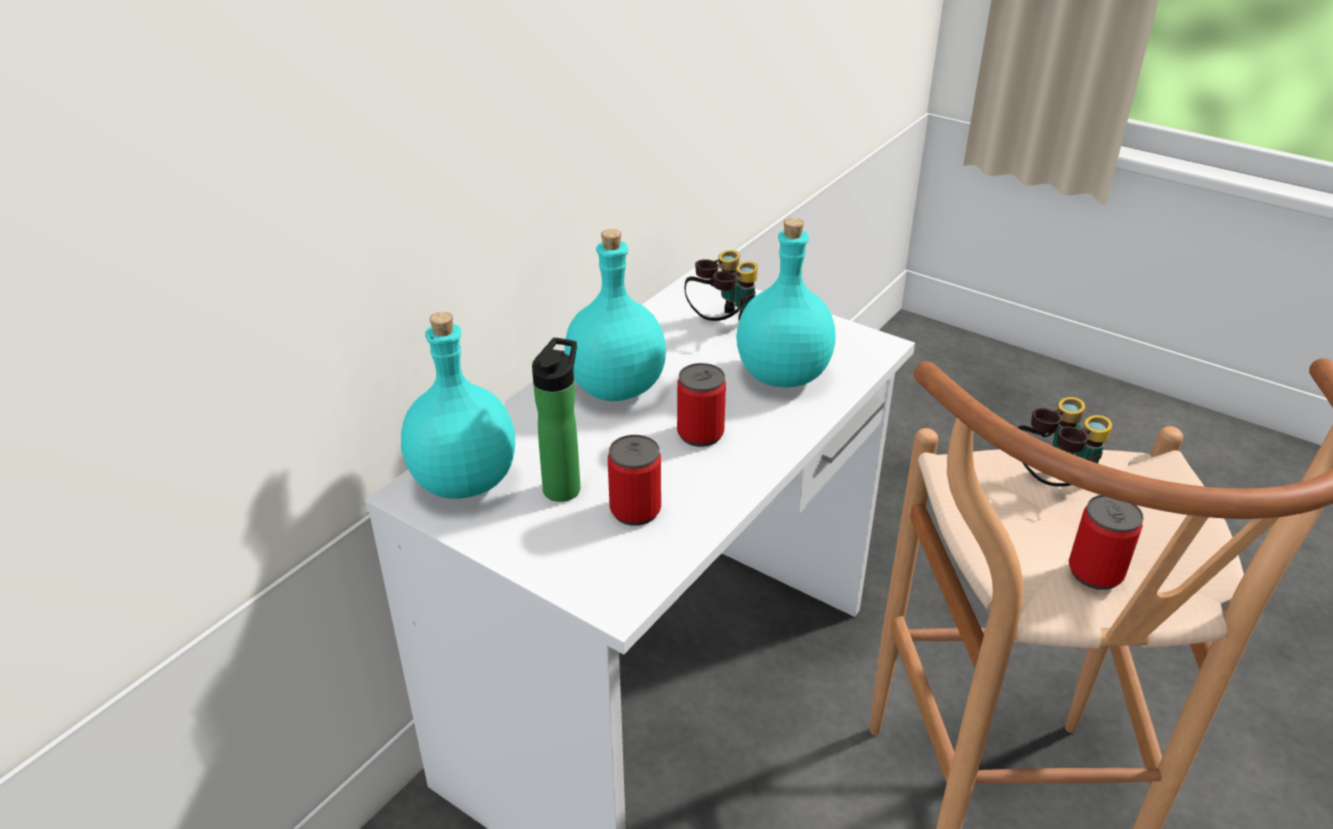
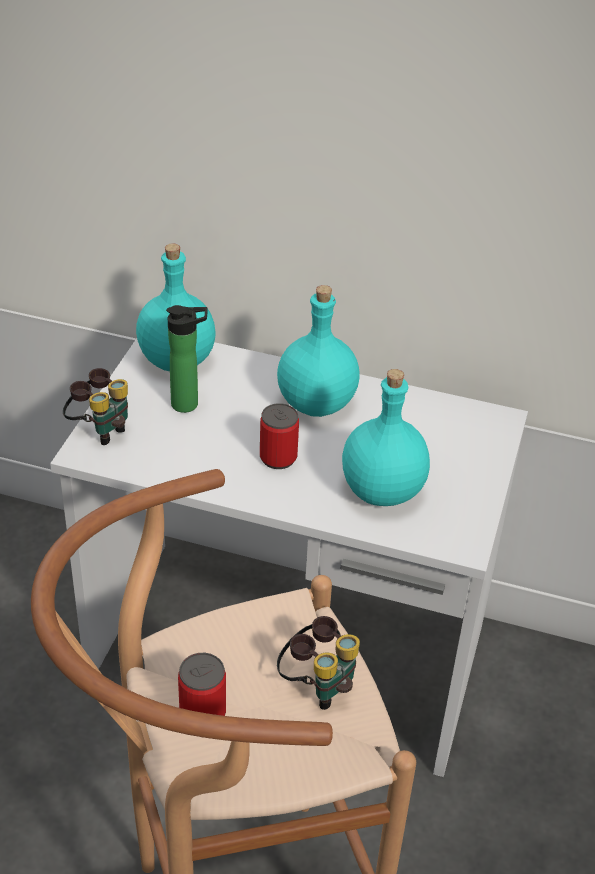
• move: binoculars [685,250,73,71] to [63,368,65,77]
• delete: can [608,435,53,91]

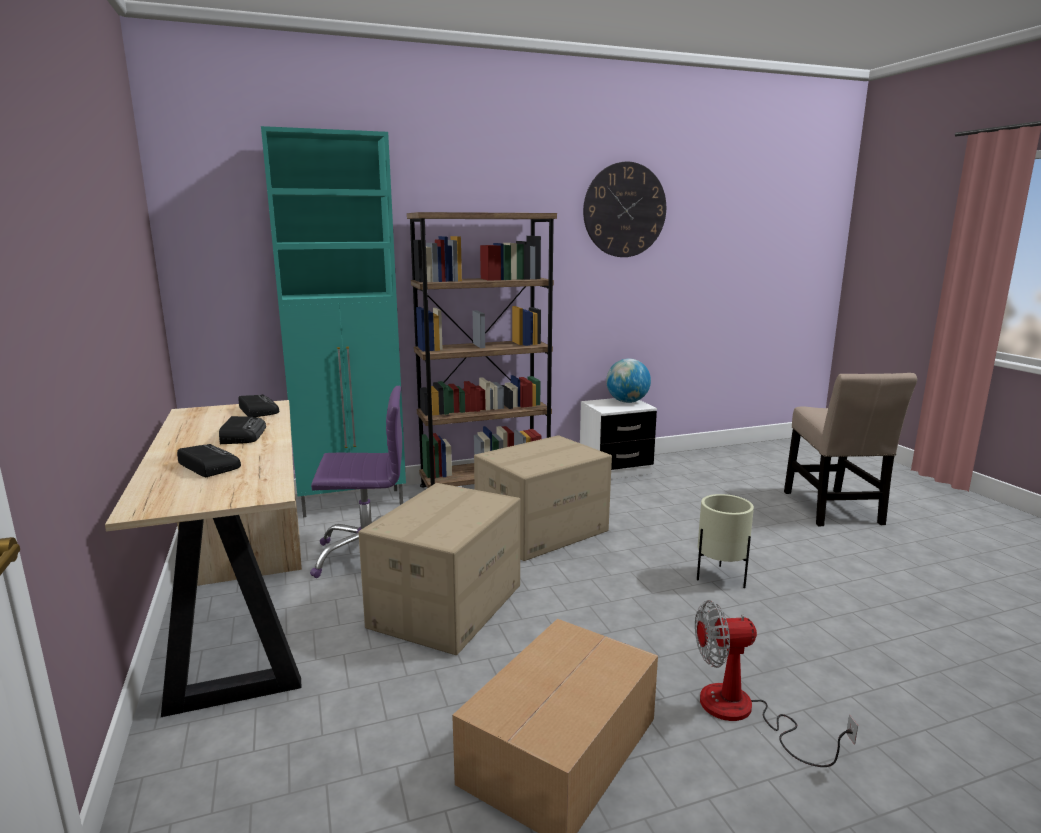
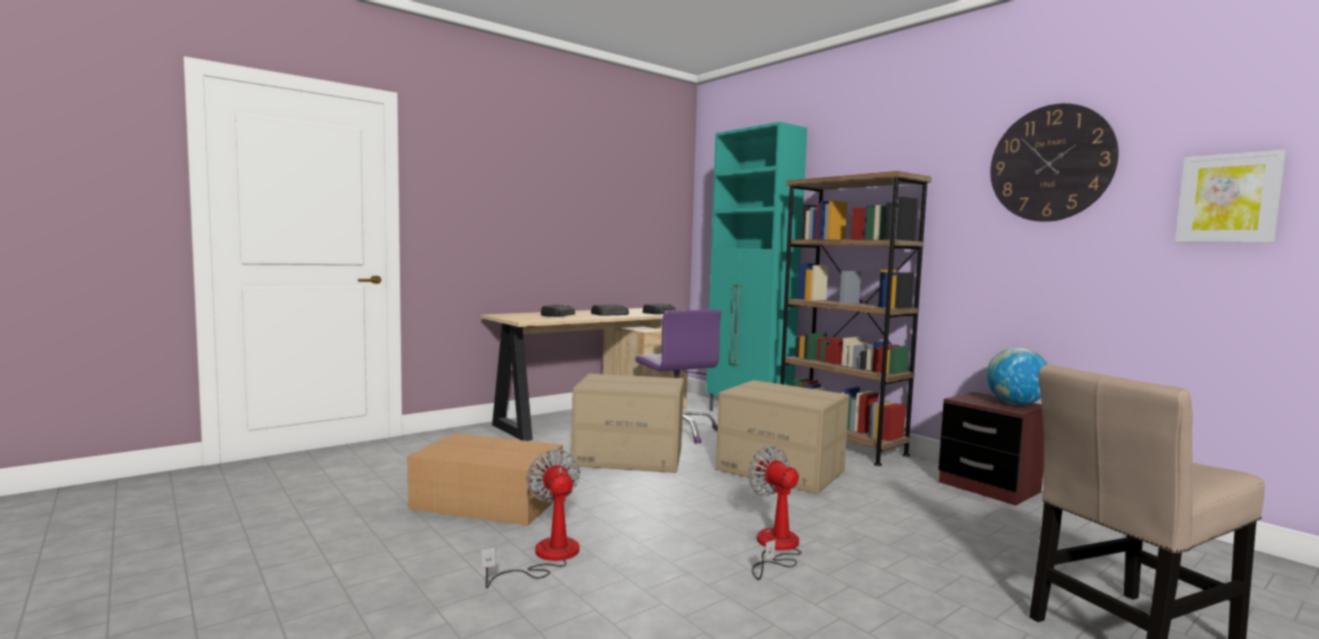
• recolor: white nightstand [580,398,77,81] to brown nightstand [938,392,106,114]
• replace: beige planter [697,494,57,94] to fan [749,445,53,135]
• insert: picture [1175,150,111,93]

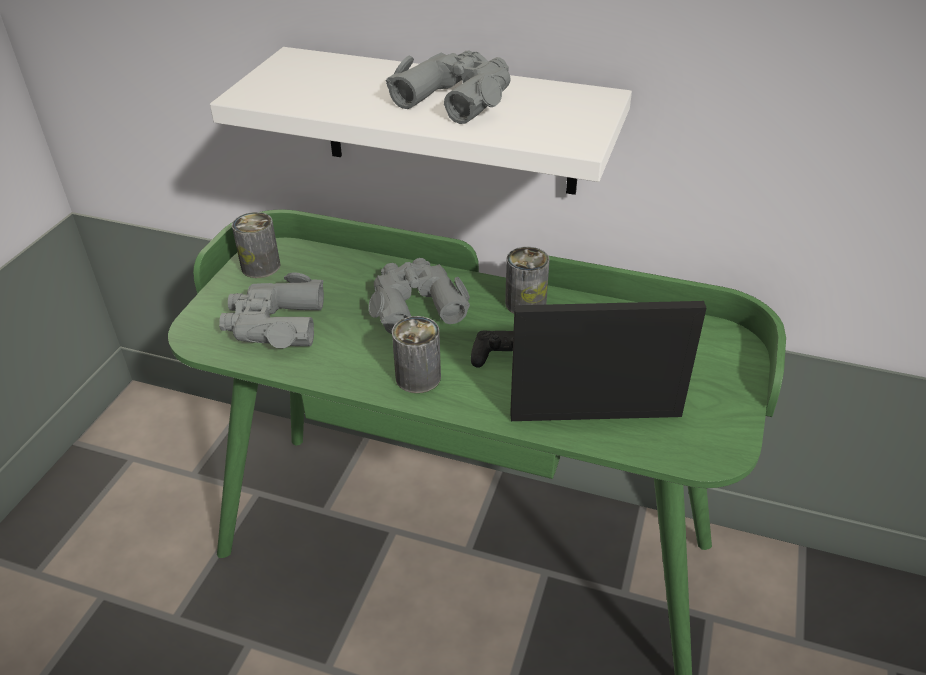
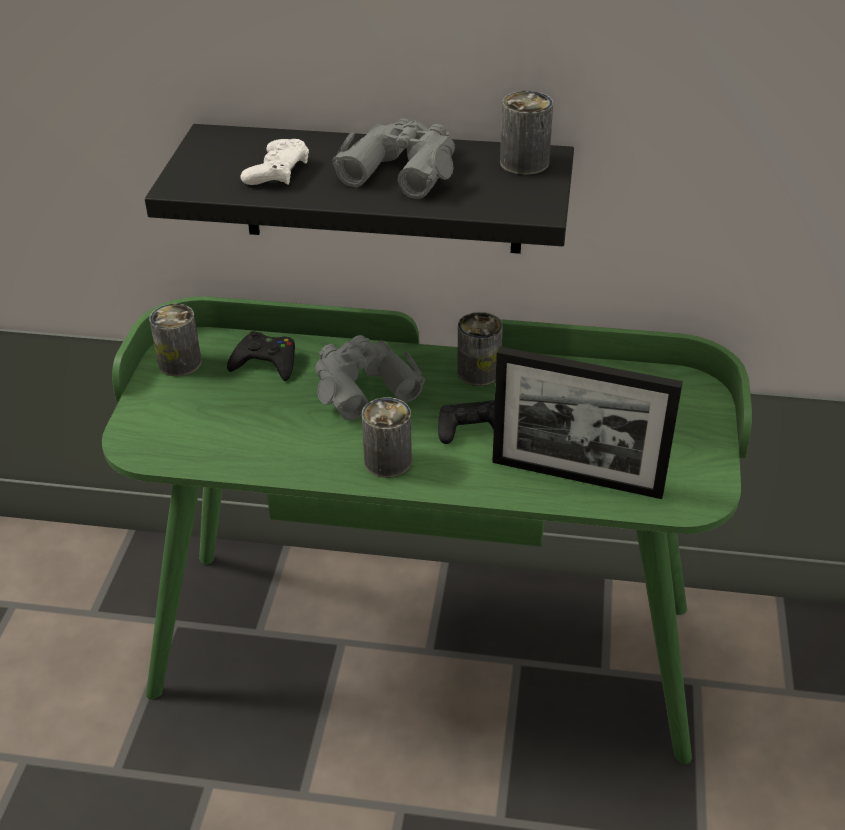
• recolor: white shelf [210,47,422,148] to black shelf [145,124,429,130]
• delete: grey binoculars [219,272,105,76]
• rotate: picture frame [510,301,197,120] = [492,347,191,152] 150 degrees counterclockwise
• insert: can [500,91,53,84]
• insert: white game controller [240,139,69,46]
• insert: black game controller [227,331,68,50]

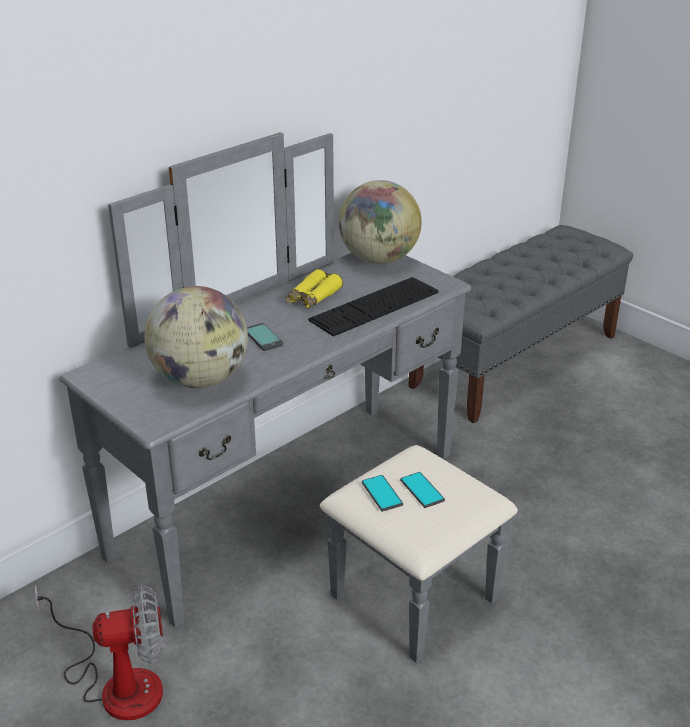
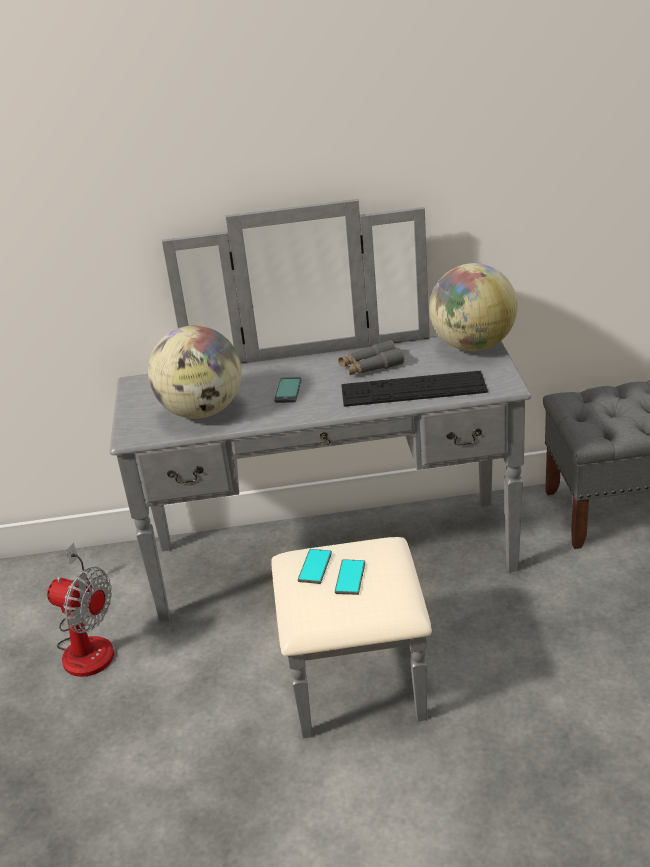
• recolor: yellow binoculars [285,269,58,40] to grey binoculars [338,340,66,35]

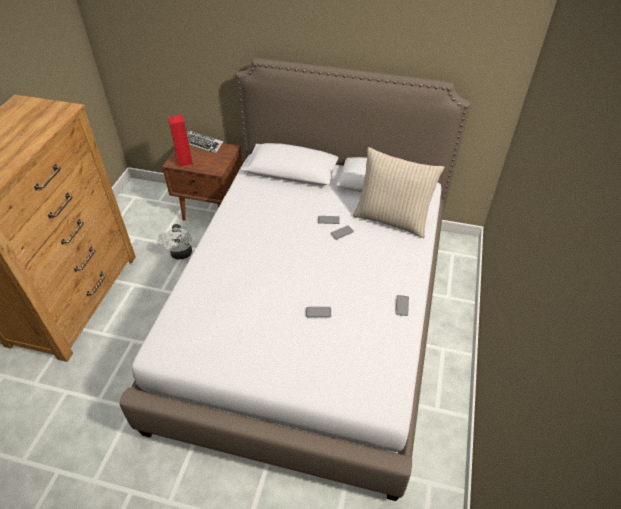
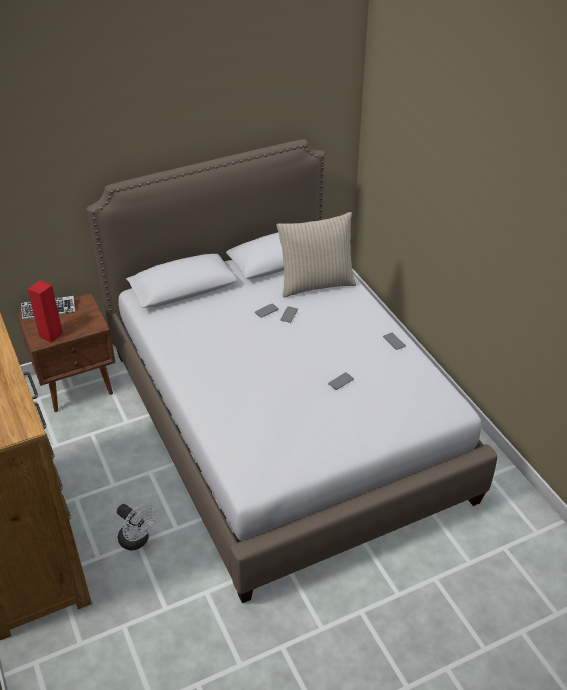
• move: white fan [162,224,30,35] to [117,504,39,47]

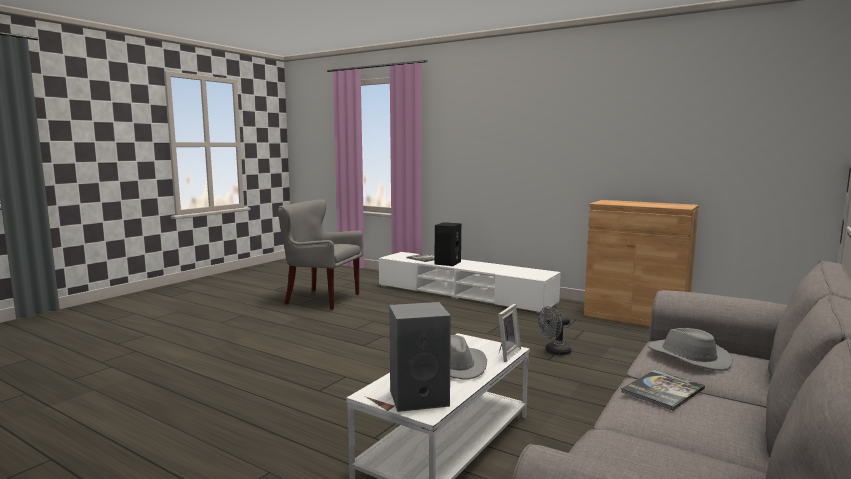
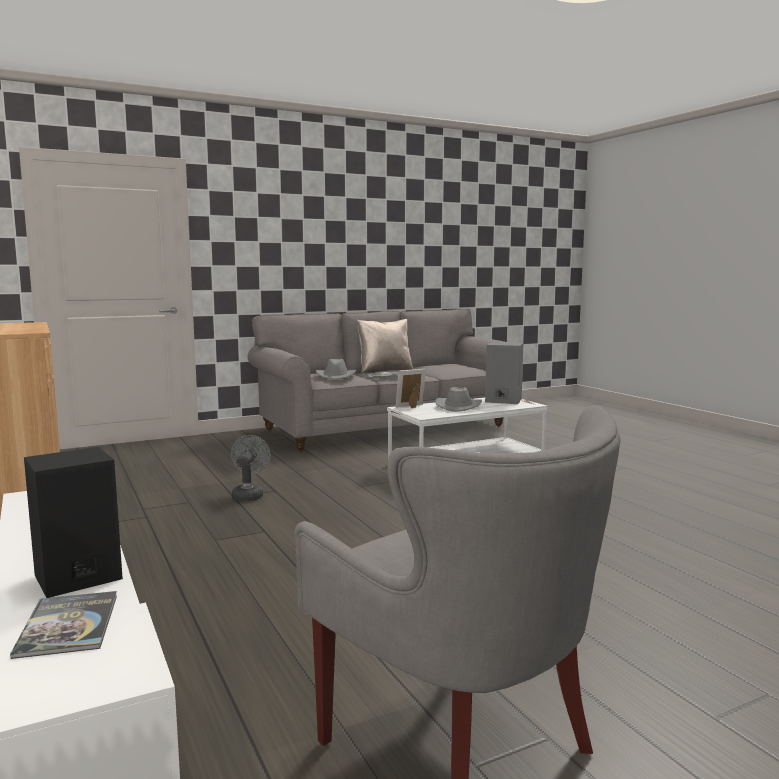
• rotate: grey fan [538,306,34,49] = [231,435,40,66] 90 degrees counterclockwise
• insert: beige pillow [357,319,56,54]

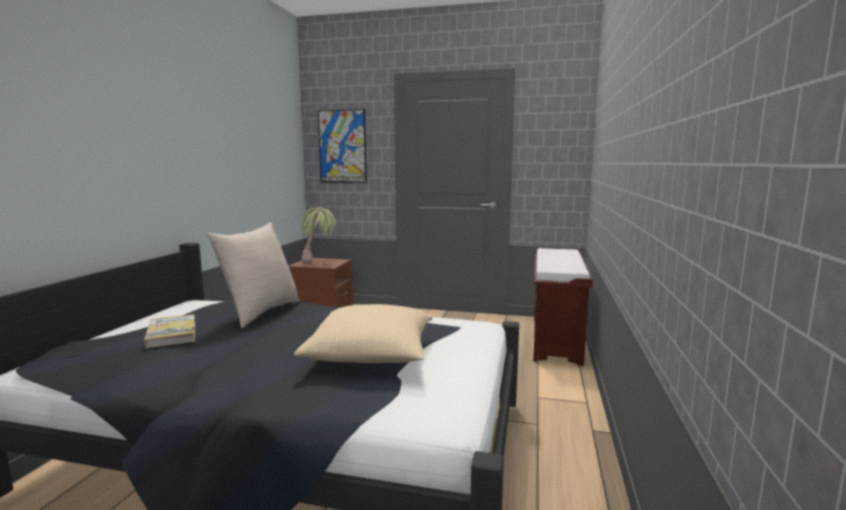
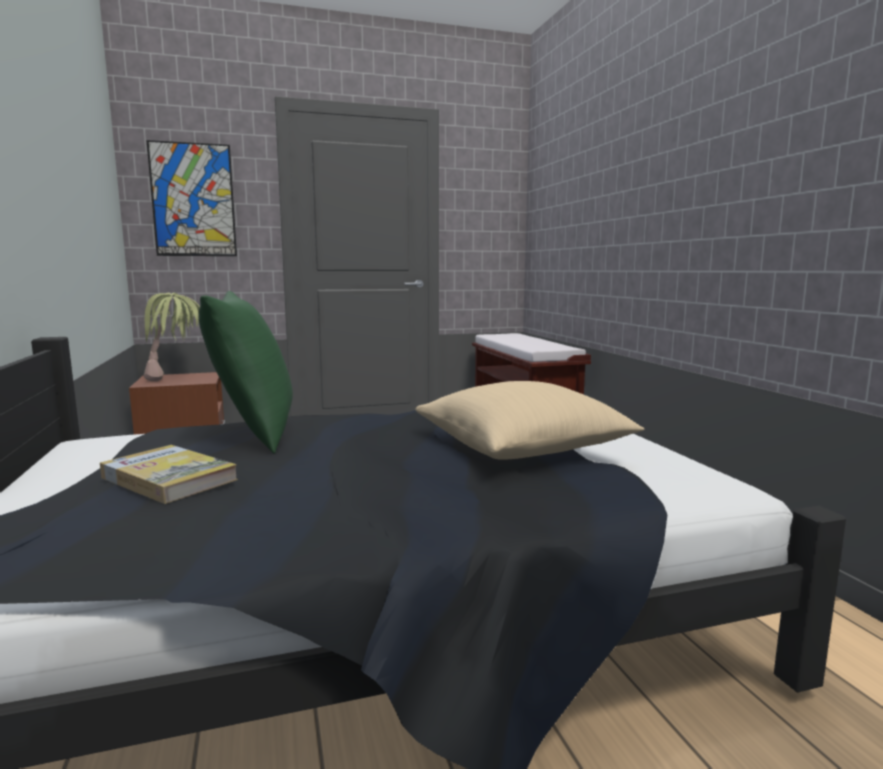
• recolor: beige pillow [207,222,93,106] to green pillow [199,291,94,162]

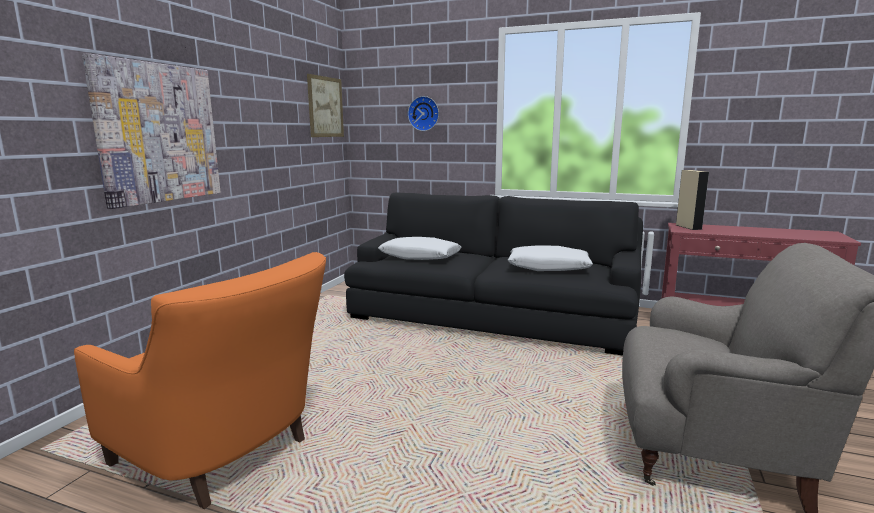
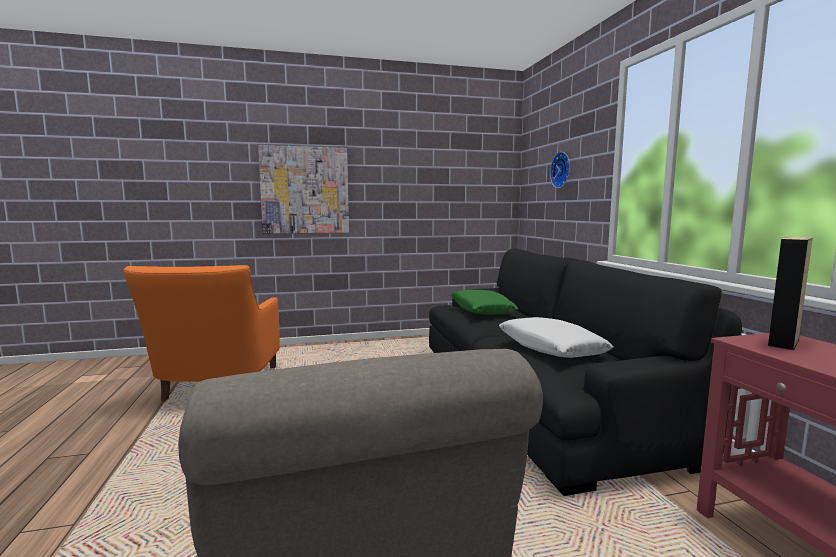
• delete: picture [307,74,37,63]
• recolor: white pillow [378,237,84,23] to green pillow [451,290,67,24]

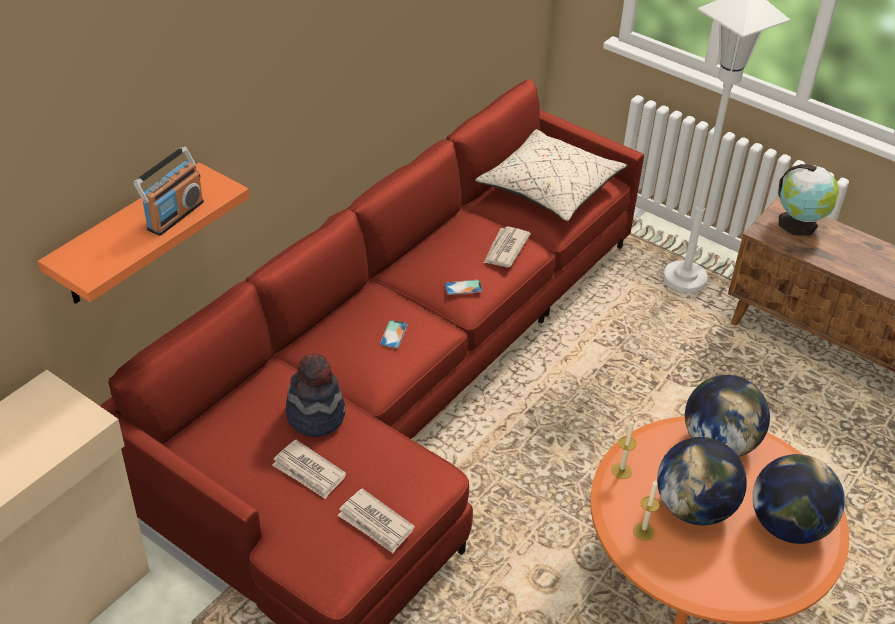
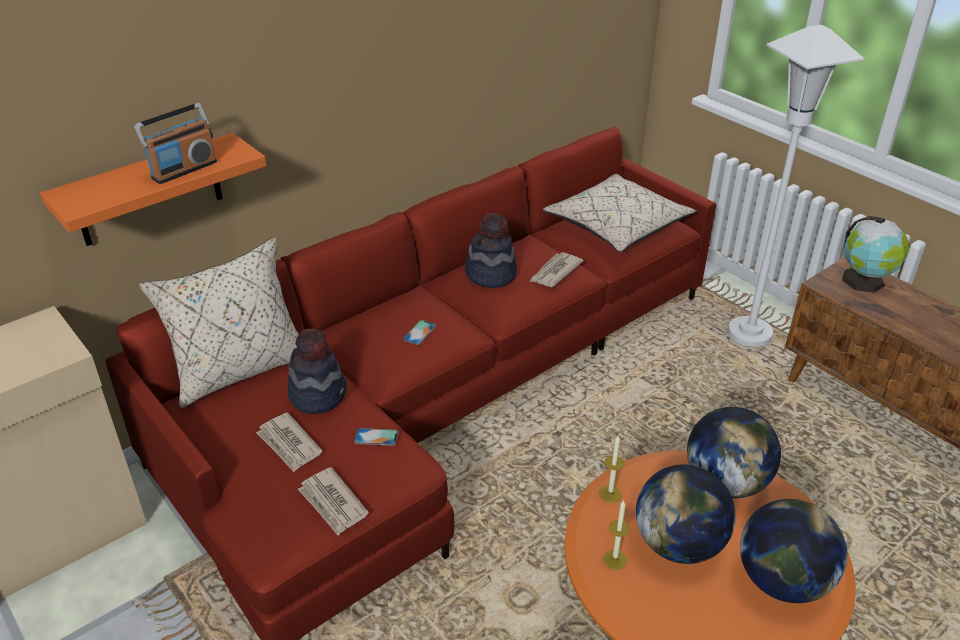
• move: phone [445,280,38,15] to [354,428,45,18]
• insert: hat [465,213,52,75]
• insert: beige pillow [139,237,159,171]

